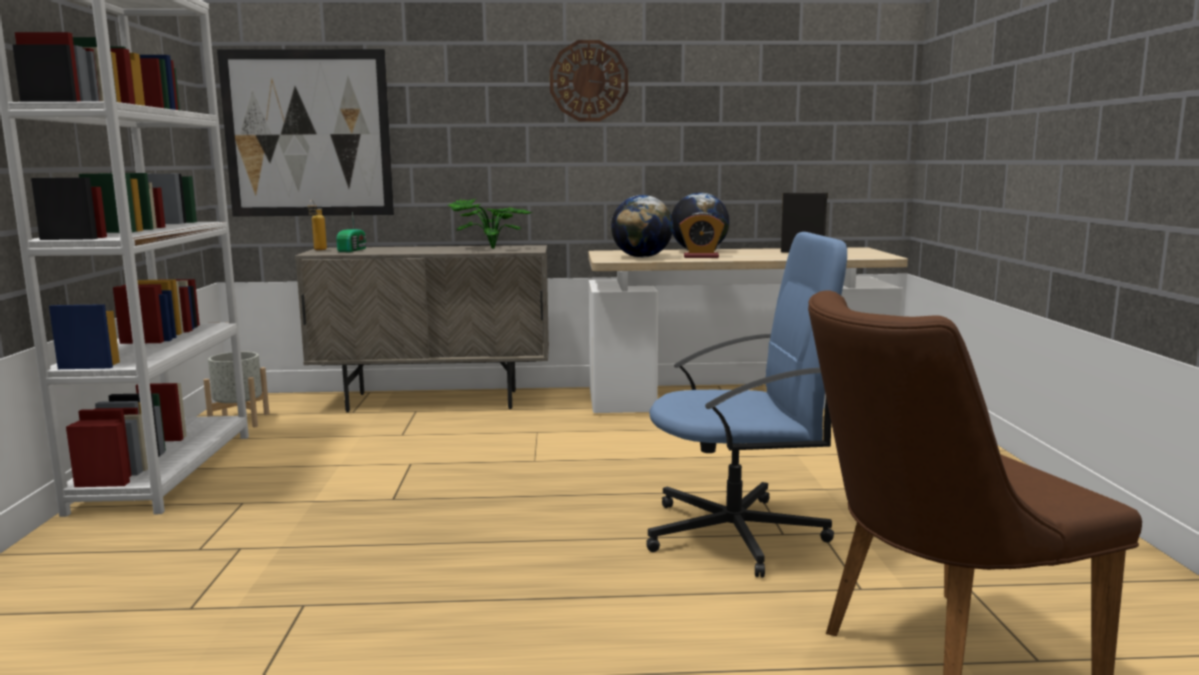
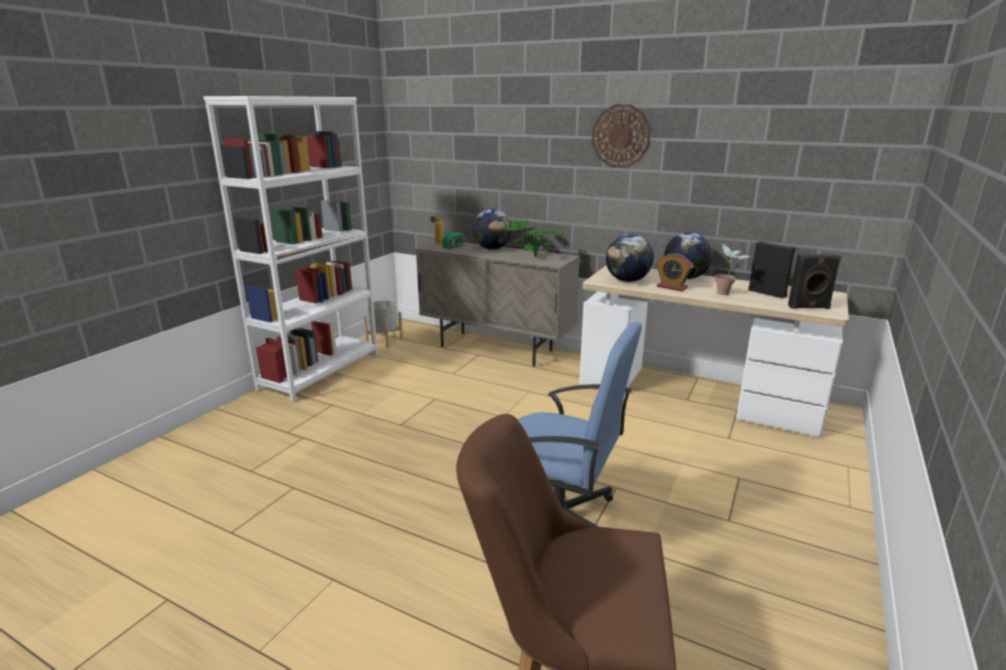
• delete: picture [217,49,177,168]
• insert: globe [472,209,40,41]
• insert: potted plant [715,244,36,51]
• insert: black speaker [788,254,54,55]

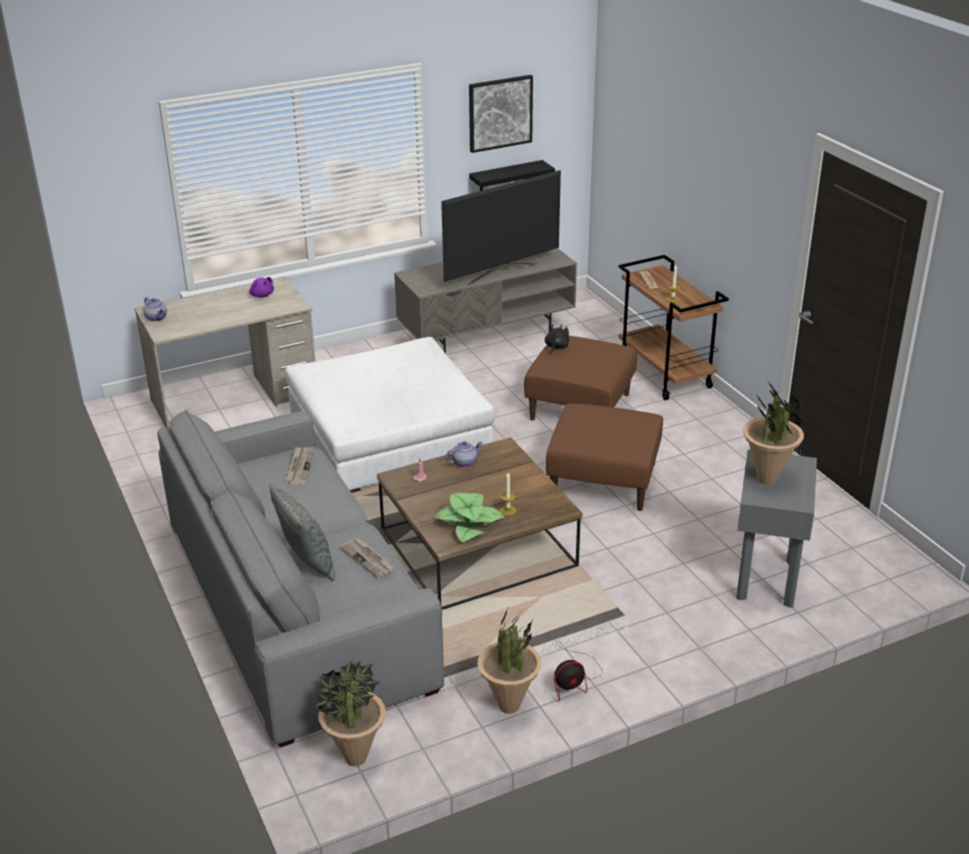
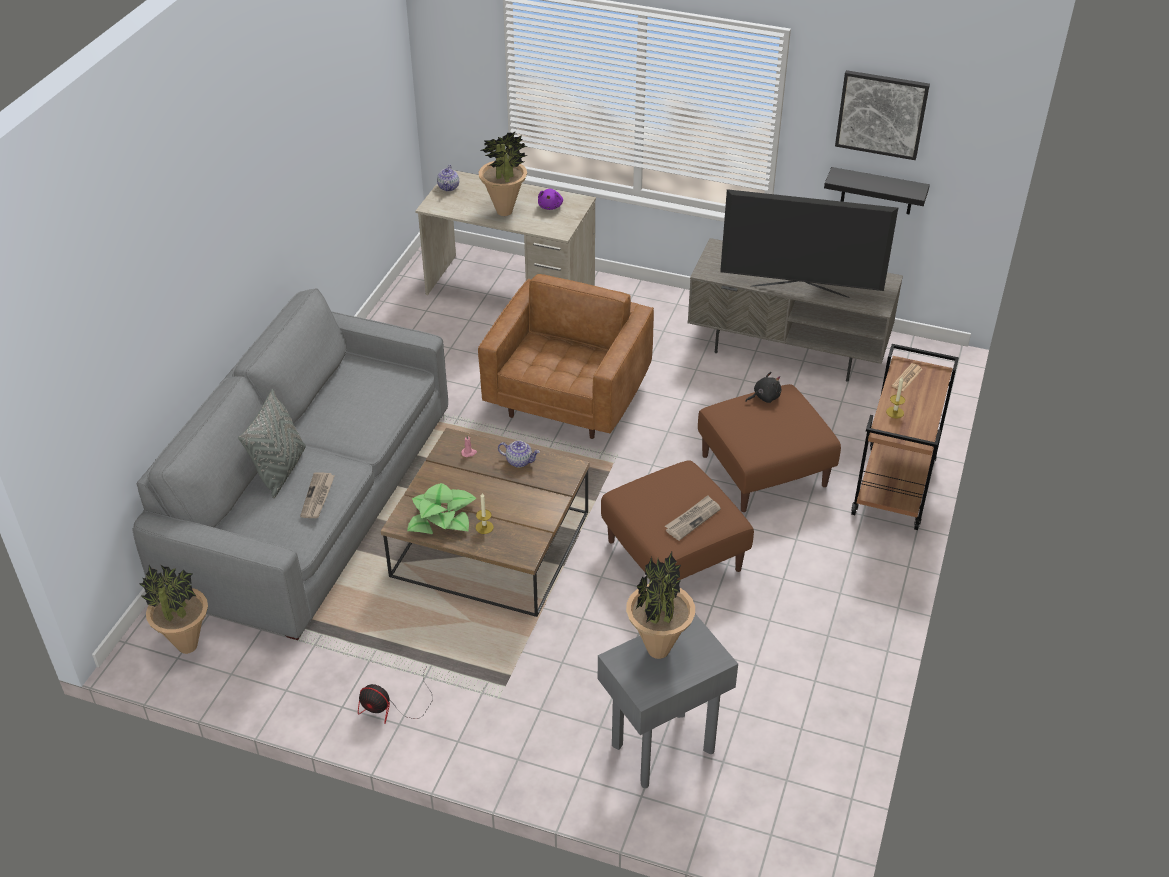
• replace: white ottoman [285,337,210,156] to brown armchair [478,274,176,165]
• move: newspaper [286,447,28,38] to [665,495,56,46]
• move: potted plant [478,609,63,105] to [478,131,50,85]

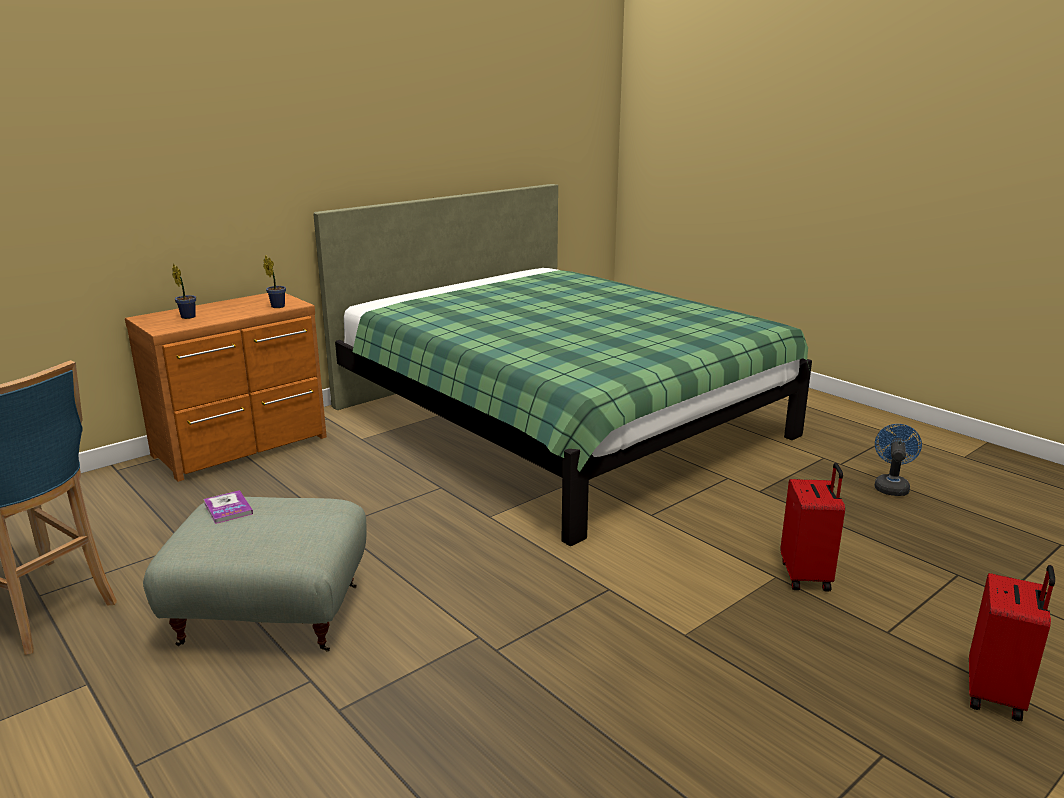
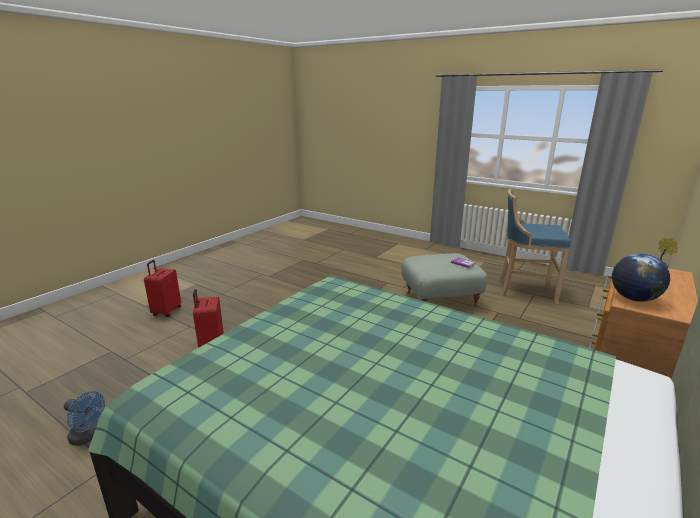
• replace: potted plant [263,255,23,53] to globe [612,253,58,49]
• rotate: blue fan [874,424,48,72] = [64,391,41,55] 75 degrees counterclockwise

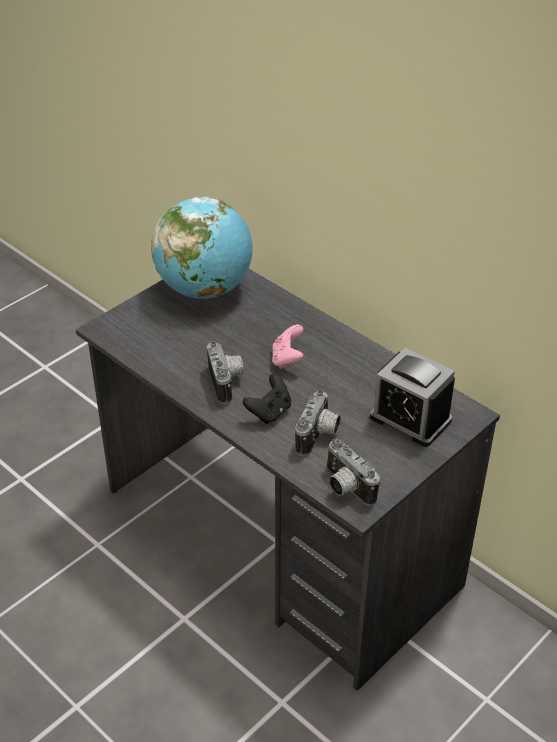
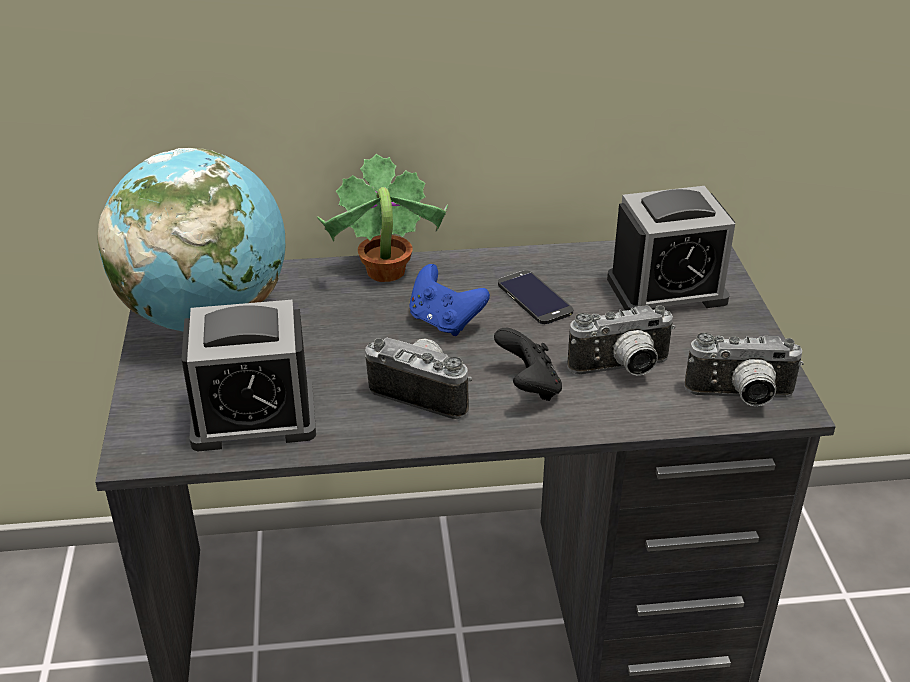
• recolor: pink game controller [272,325,32,44] to blue game controller [409,264,81,72]
• rotate: photo camera [295,390,46,66] = [567,305,108,71] 105 degrees clockwise
• insert: potted plant [317,154,131,128]
• insert: phone [498,270,75,54]
• insert: alarm clock [181,300,135,151]

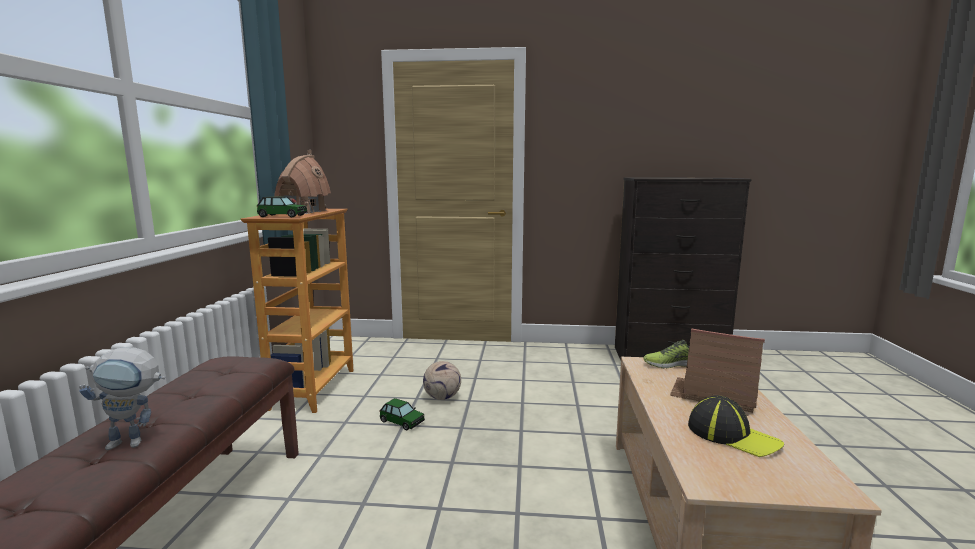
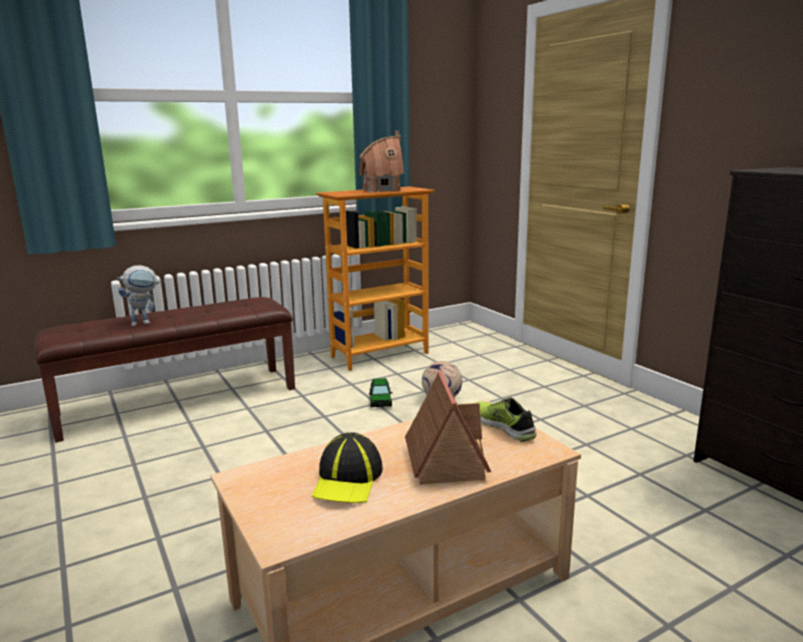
• delete: toy car [257,196,51,21]
• rotate: toy robot [79,347,86,103] = [117,265,44,62] 75 degrees counterclockwise

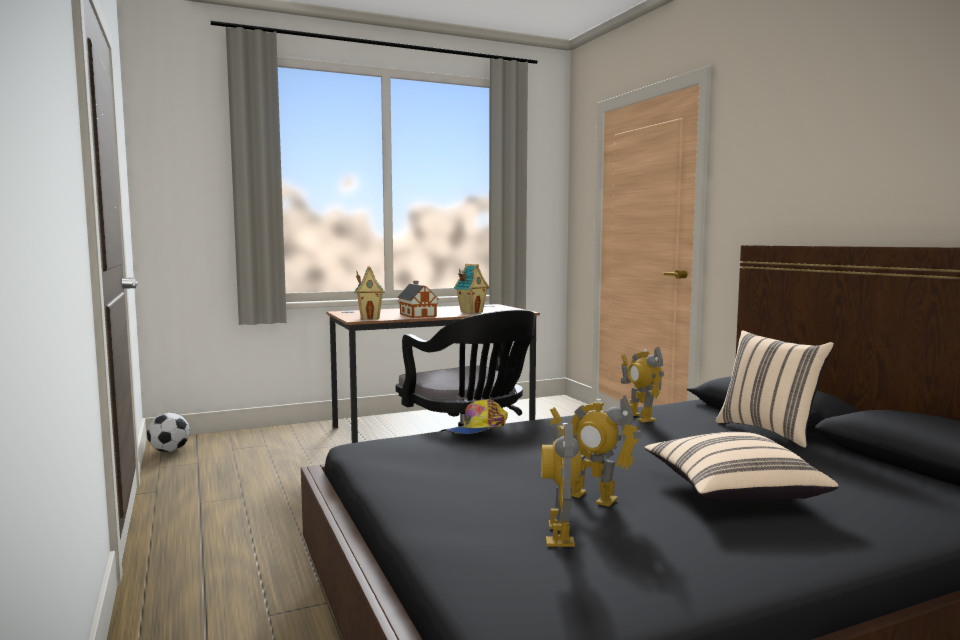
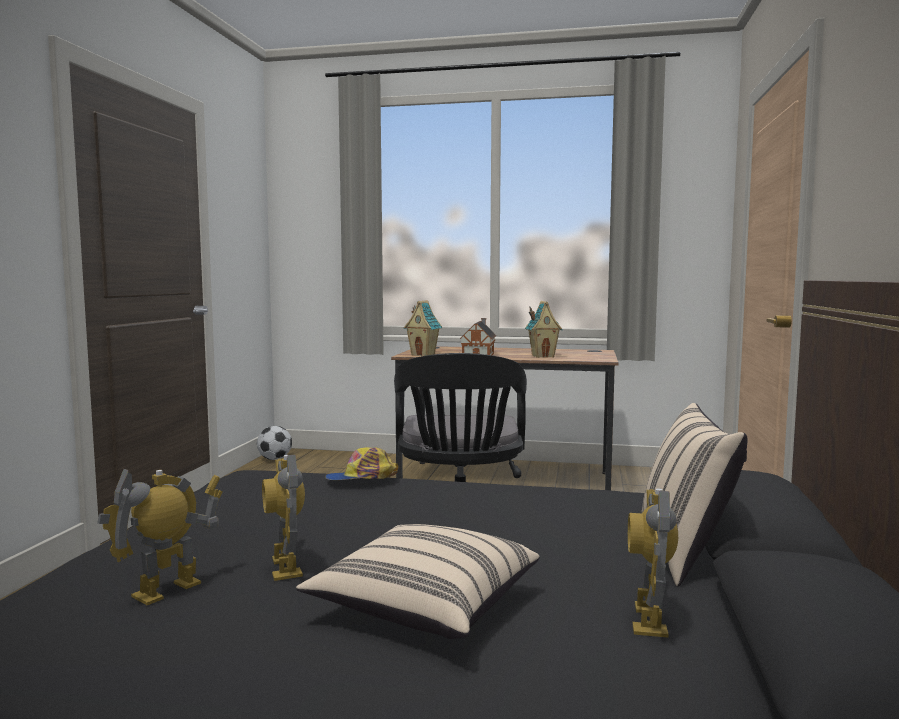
• move: toy robot [621,347,43,75] to [628,488,50,150]

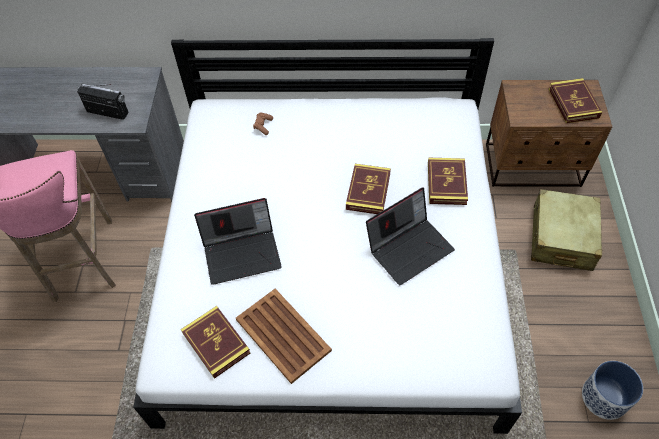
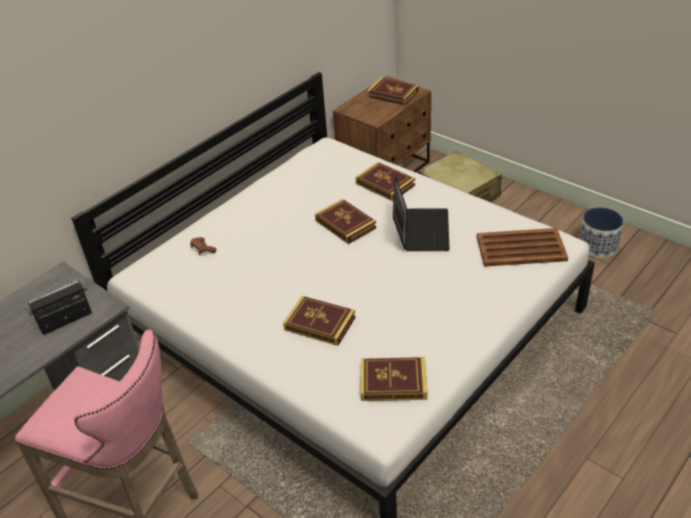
• replace: laptop [194,198,88,87] to book [283,296,73,50]
• move: brown tray [236,289,96,95] to [477,228,91,39]

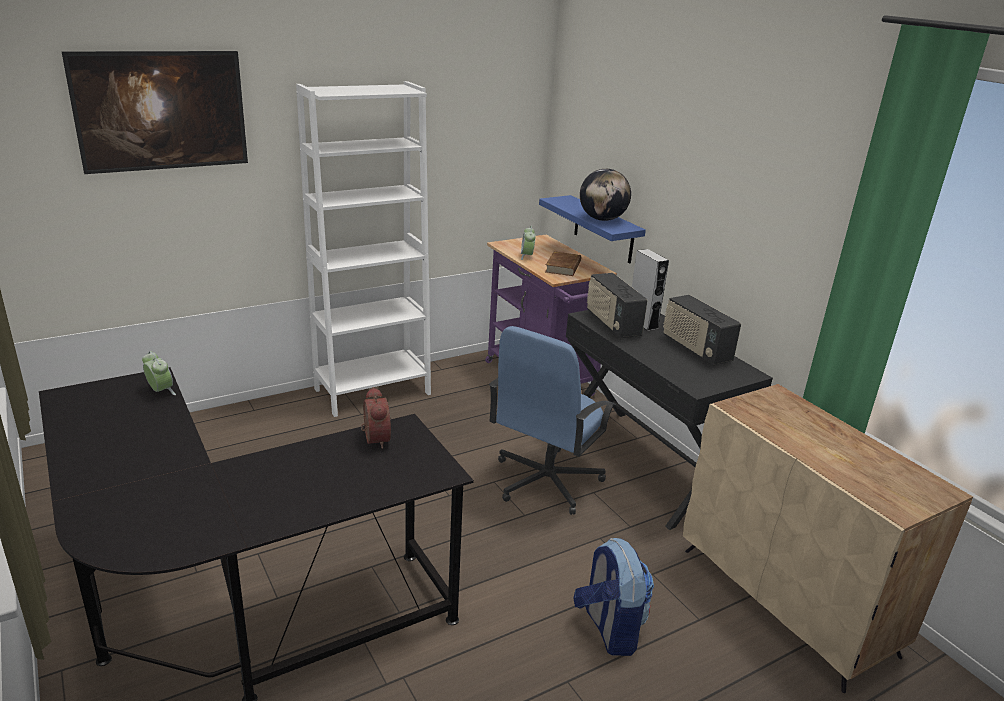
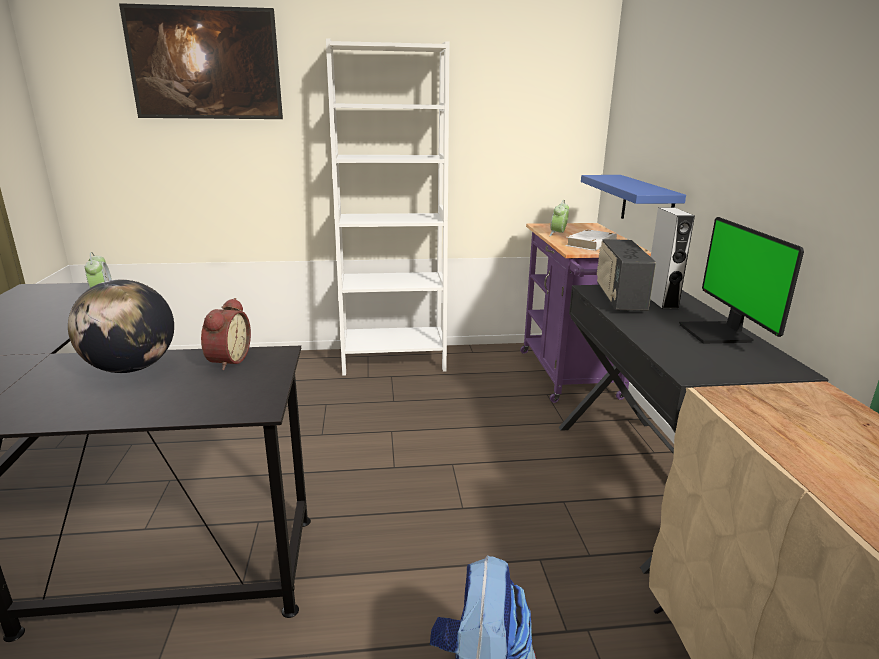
• move: globe [580,169,51,52] to [68,280,106,93]
• recolor: brown book [545,251,36,25] to white book [566,229,51,22]
• replace: radio [663,295,78,70] to monitor [679,217,125,127]
• delete: blue office chair [489,326,127,189]

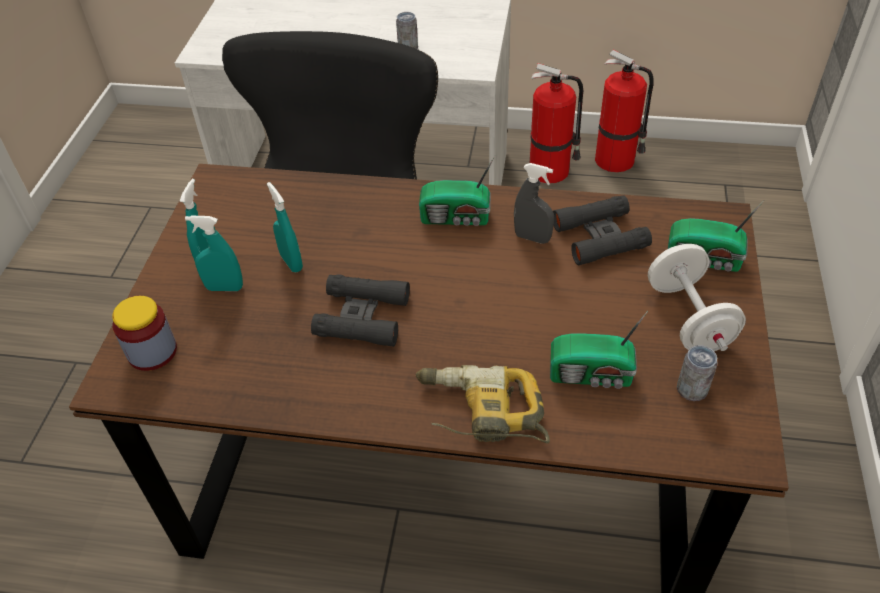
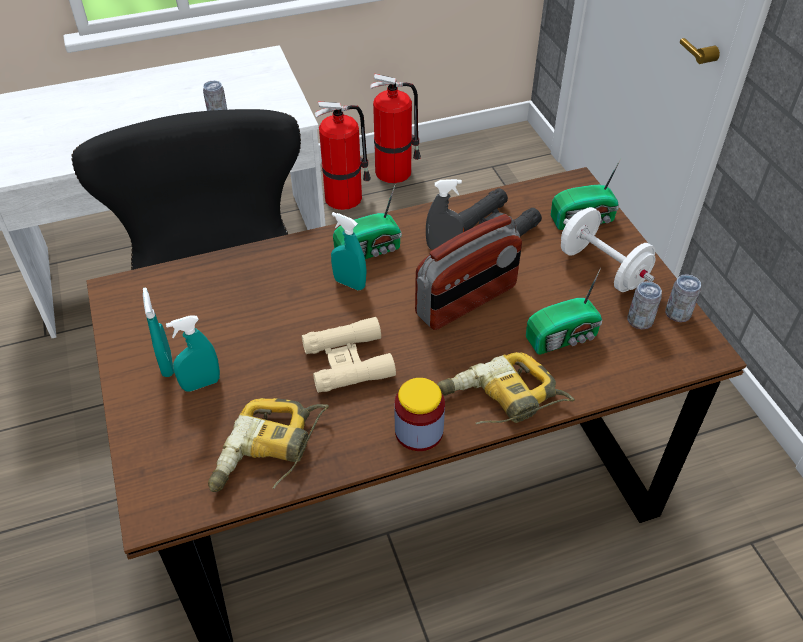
• move: turquoise spray bottle [267,182,36,90] to [331,212,36,78]
• recolor: black binoculars [311,274,99,73] to beige binoculars [302,317,94,76]
• move: jar [112,296,65,75] to [395,378,50,73]
• insert: radio [415,214,107,116]
• insert: can [665,274,36,48]
• insert: power drill [208,398,121,94]

